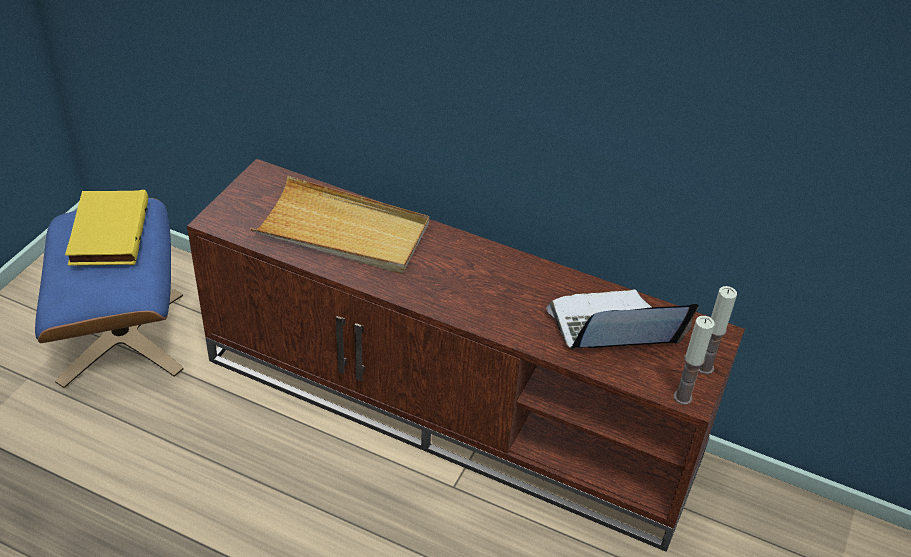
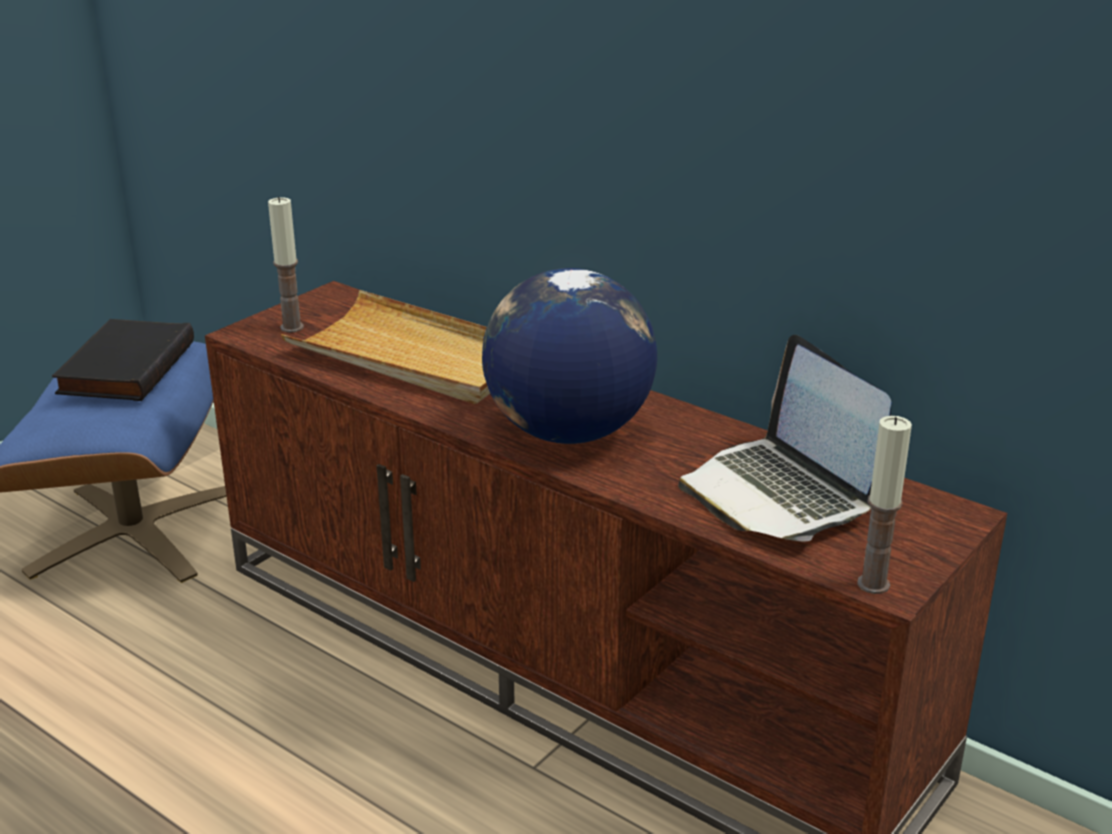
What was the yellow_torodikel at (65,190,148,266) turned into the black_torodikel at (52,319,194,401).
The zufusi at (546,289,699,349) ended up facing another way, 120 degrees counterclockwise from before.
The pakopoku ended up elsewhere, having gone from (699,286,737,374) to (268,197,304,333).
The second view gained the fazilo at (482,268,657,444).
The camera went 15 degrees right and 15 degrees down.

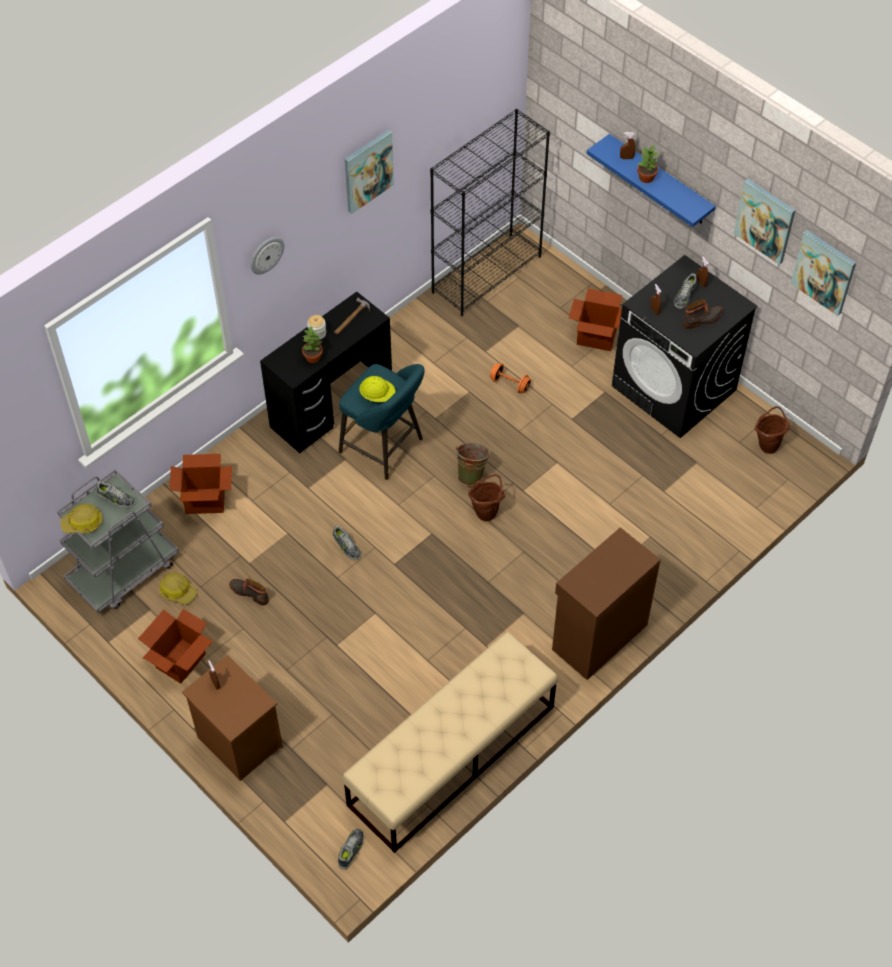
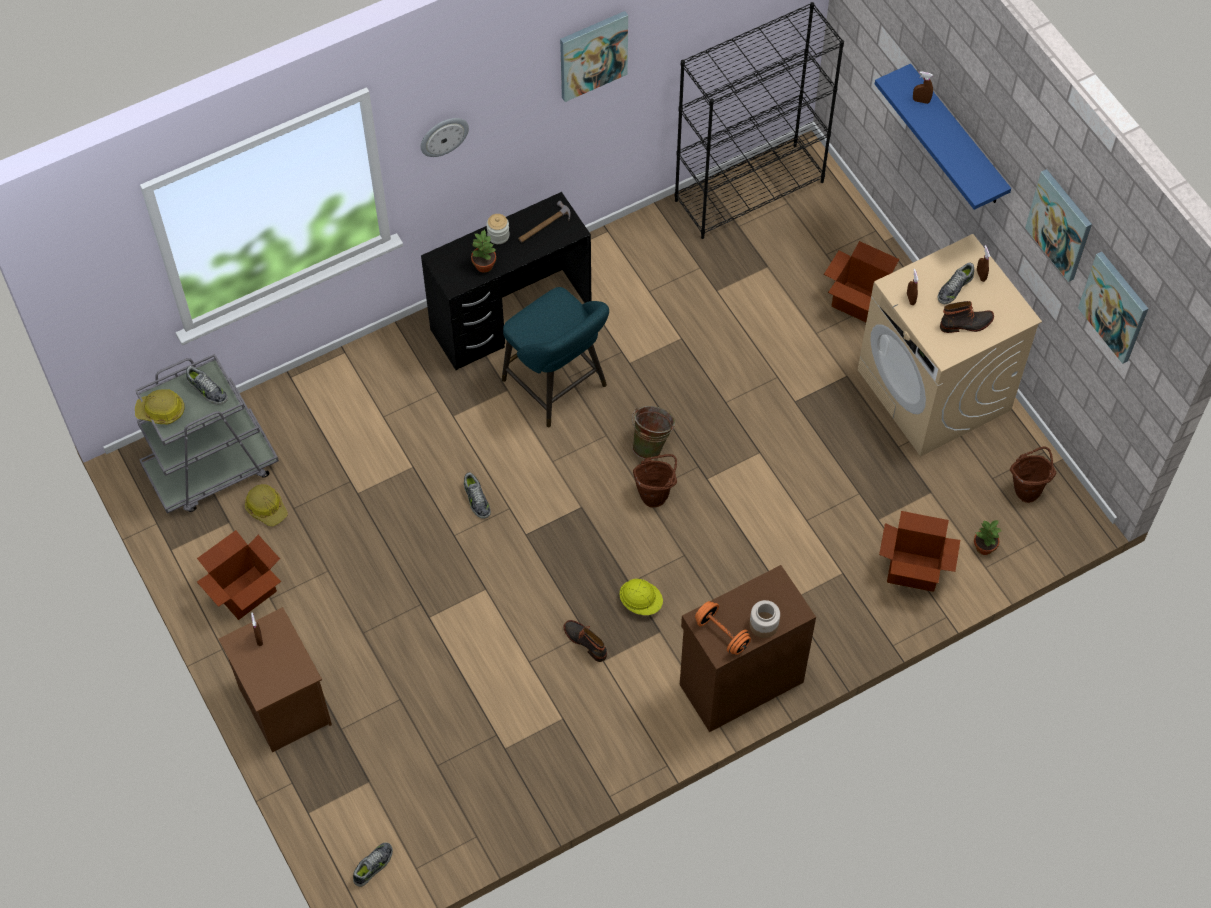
The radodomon ended up elsewhere, having gone from (169,454,232,514) to (879,511,960,592).
The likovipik ended up elsewhere, having gone from (229,579,269,605) to (563,620,607,662).
The second view lost the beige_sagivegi at (342,632,558,853).
The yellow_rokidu ended up elsewhere, having gone from (359,376,396,402) to (620,579,663,615).
The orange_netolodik ended up elsewhere, having gone from (490,363,531,393) to (695,601,751,655).
What was the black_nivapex at (612,255,758,438) turned into the beige_nivapex at (857,234,1042,456).
The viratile ended up elsewhere, having gone from (637,145,659,183) to (974,520,1002,555).
The second view gained the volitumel at (750,600,780,638).
The camera went 15 degrees right and 5 degrees up.

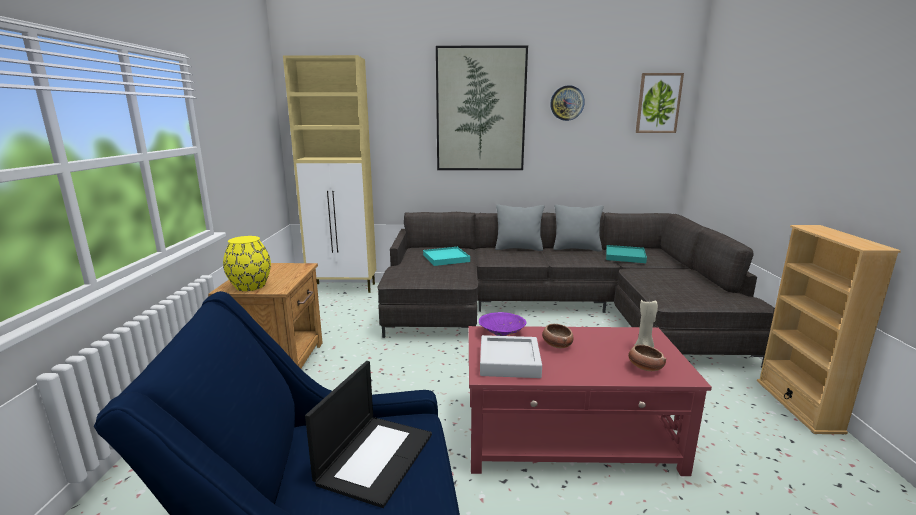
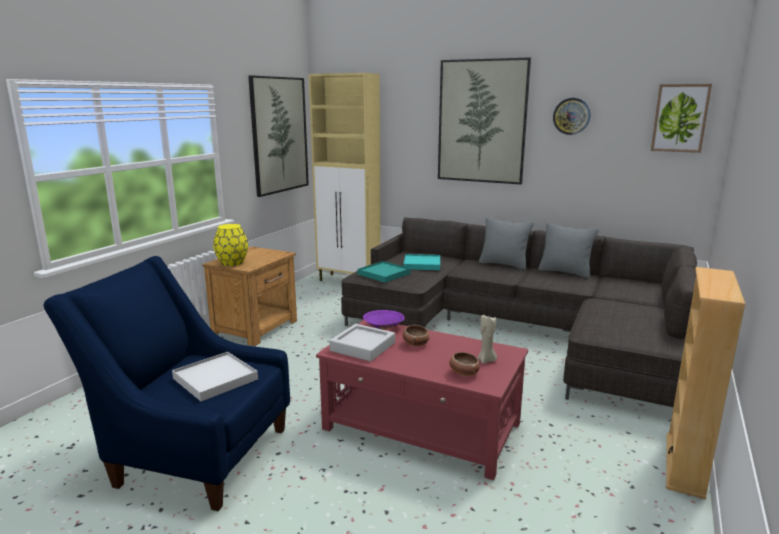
Where the zufusi stood at (305,361,432,508), the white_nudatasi came to stand at (172,352,258,401).
The turquoise_nudatasi ended up elsewhere, having gone from (606,245,647,263) to (357,261,411,283).
The second view gained the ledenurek at (248,75,309,197).
The camera went 25 degrees right and 0 degrees up.

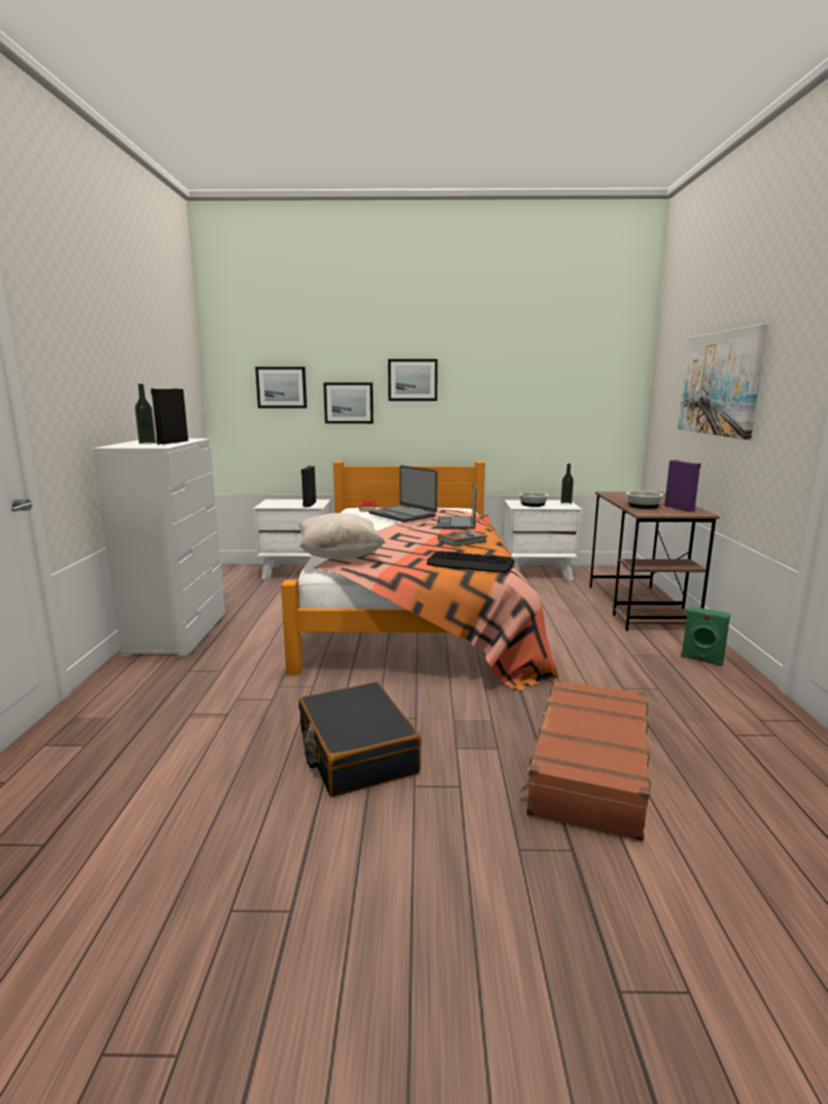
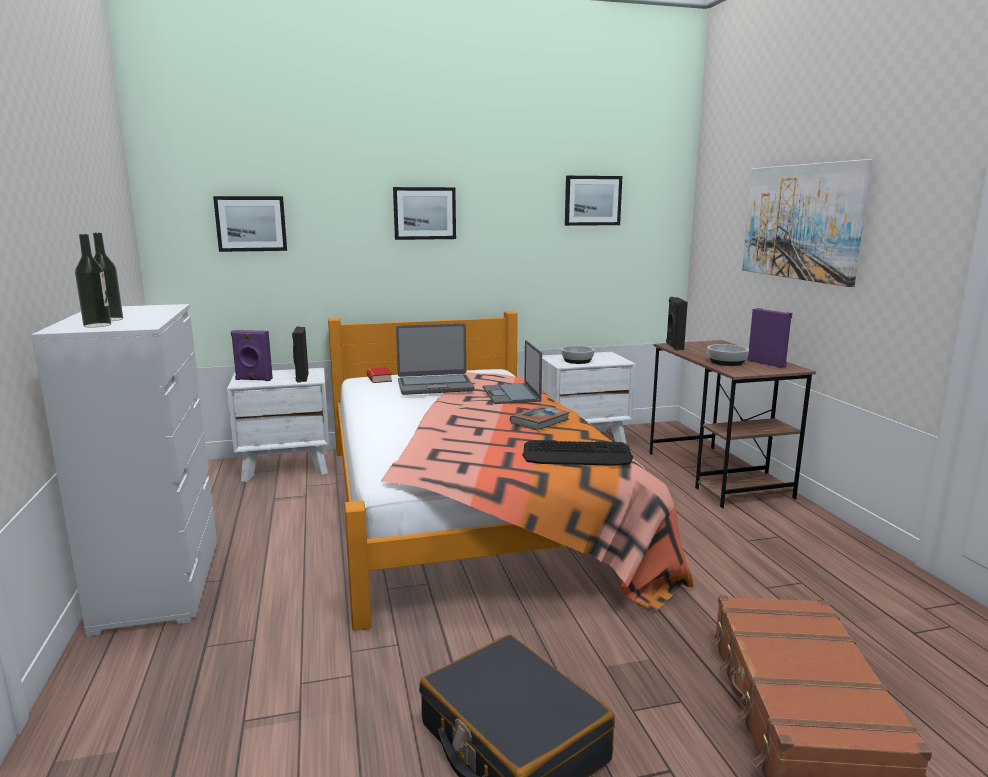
The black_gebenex ended up elsewhere, having gone from (151,389,188,445) to (666,297,688,350).
The second view lost the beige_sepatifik at (299,513,385,560).
The ledenurek ended up elsewhere, having gone from (323,383,373,424) to (565,176,622,226).
The zufusi at (369,465,438,522) ended up facing another way, 45 degrees counterclockwise from before.
The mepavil ended up elsewhere, having gone from (561,464,574,505) to (75,234,111,328).
The second view lost the green_gebenex at (681,606,731,666).
The second view gained the purple_gebenex at (231,330,273,381).
The camera went 15 degrees left and 0 degrees up.

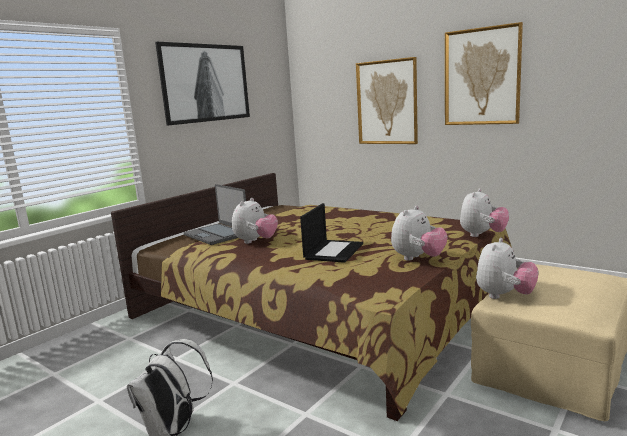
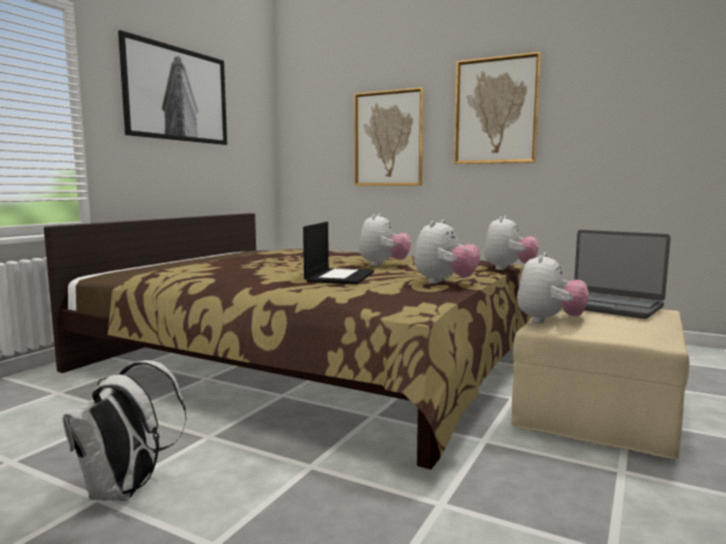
The zufusi ended up elsewhere, having gone from (184,184,246,245) to (574,230,671,319).
The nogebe ended up elsewhere, having gone from (232,198,278,244) to (359,213,411,266).
The camera went 10 degrees left and 5 degrees down.

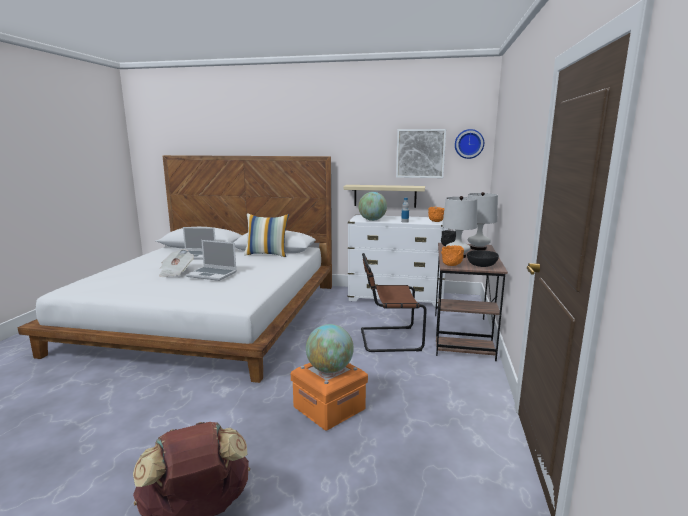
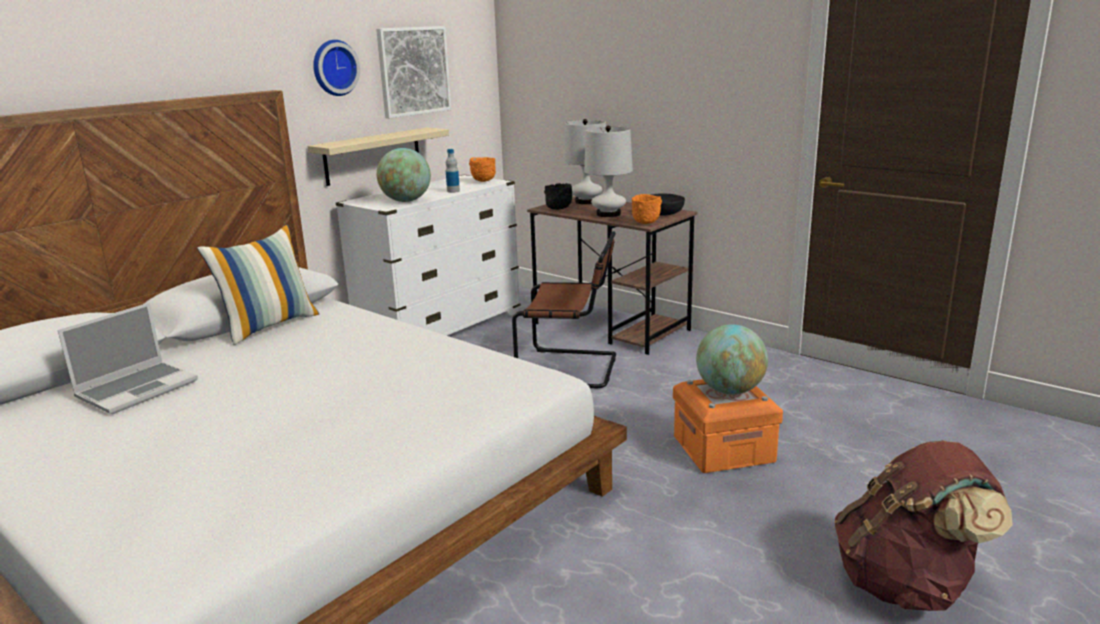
The second view lost the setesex at (159,249,194,277).
The second view lost the zufusi at (186,240,237,281).
The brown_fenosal at (361,253,427,352) ended up facing another way, 105 degrees counterclockwise from before.
The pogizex ended up elsewhere, having gone from (455,129,484,159) to (313,40,360,96).
The camera went 60 degrees left and 5 degrees up.

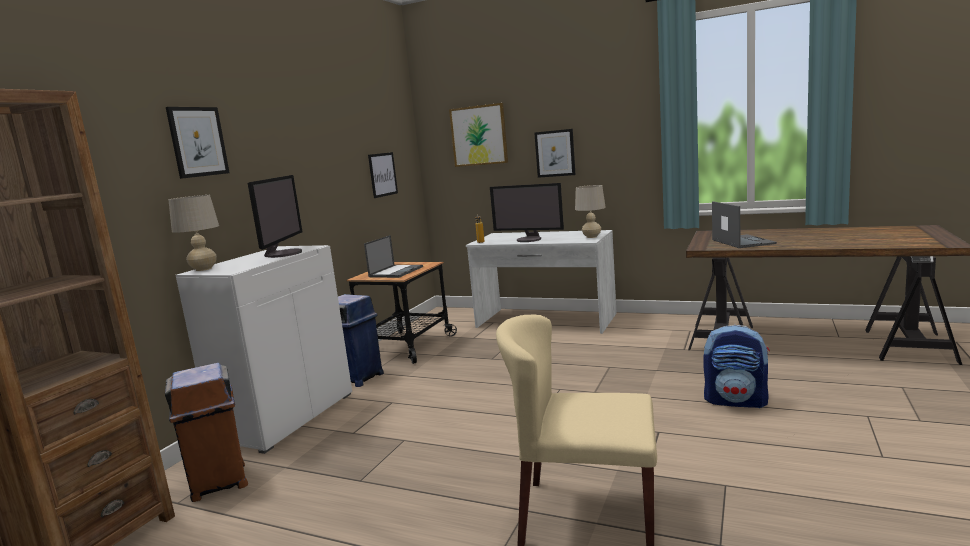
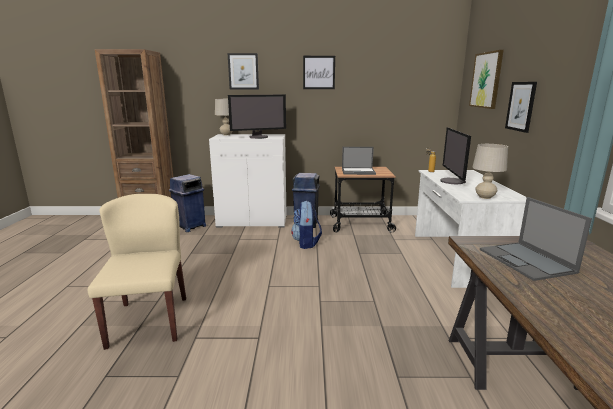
What was the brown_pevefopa at (165,363,248,502) turned into the blue_pevefopa at (169,174,206,232).
The ledenurek ended up elsewhere, having gone from (368,152,398,198) to (303,56,335,89).
The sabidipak ended up elsewhere, having gone from (703,325,770,408) to (291,201,322,249).
The zufusi at (712,201,777,248) ended up facing another way, 105 degrees clockwise from before.
The camera went 65 degrees right and 5 degrees up.

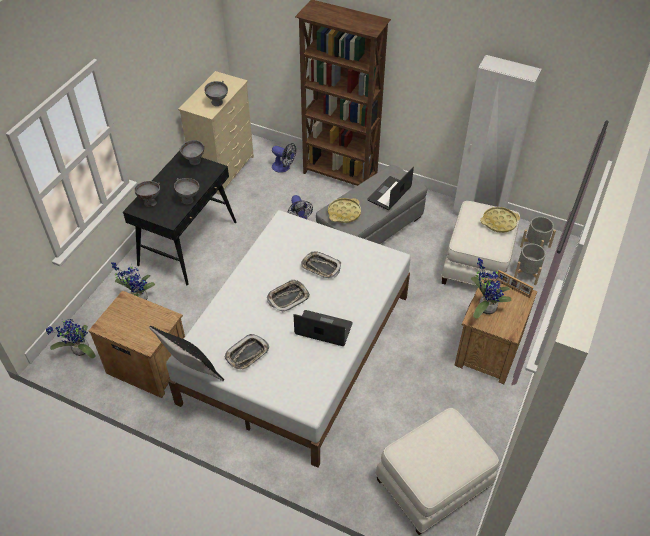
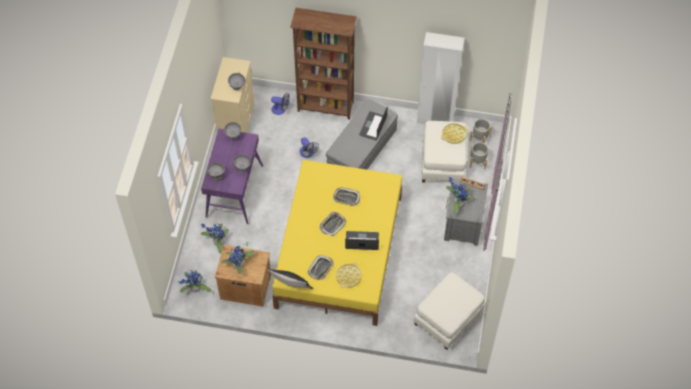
What was the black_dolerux at (123,151,237,285) turned into the purple_dolerux at (201,128,263,224).
What was the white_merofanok at (166,210,411,468) turned into the yellow_merofanok at (272,160,402,326).
The yellow_nudatasi ended up elsewhere, having gone from (328,198,361,223) to (336,263,362,288).
What was the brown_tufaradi at (454,276,537,384) turned into the grey_tufaradi at (444,179,488,246).
The second view gained the viratile at (221,242,255,274).
The camera went 15 degrees left and 10 degrees up.

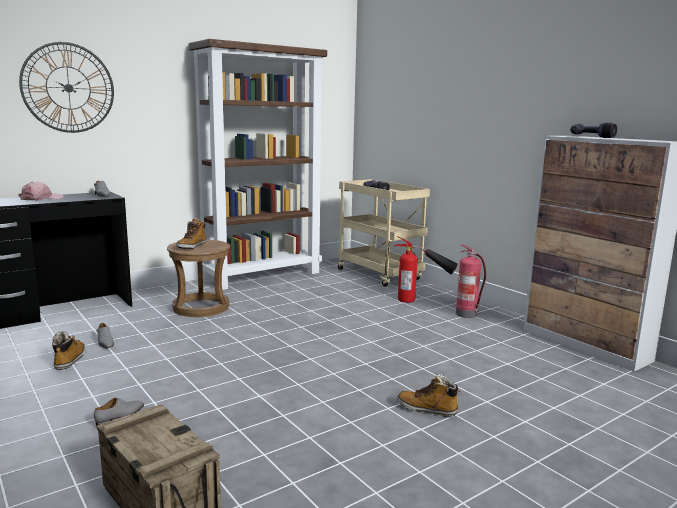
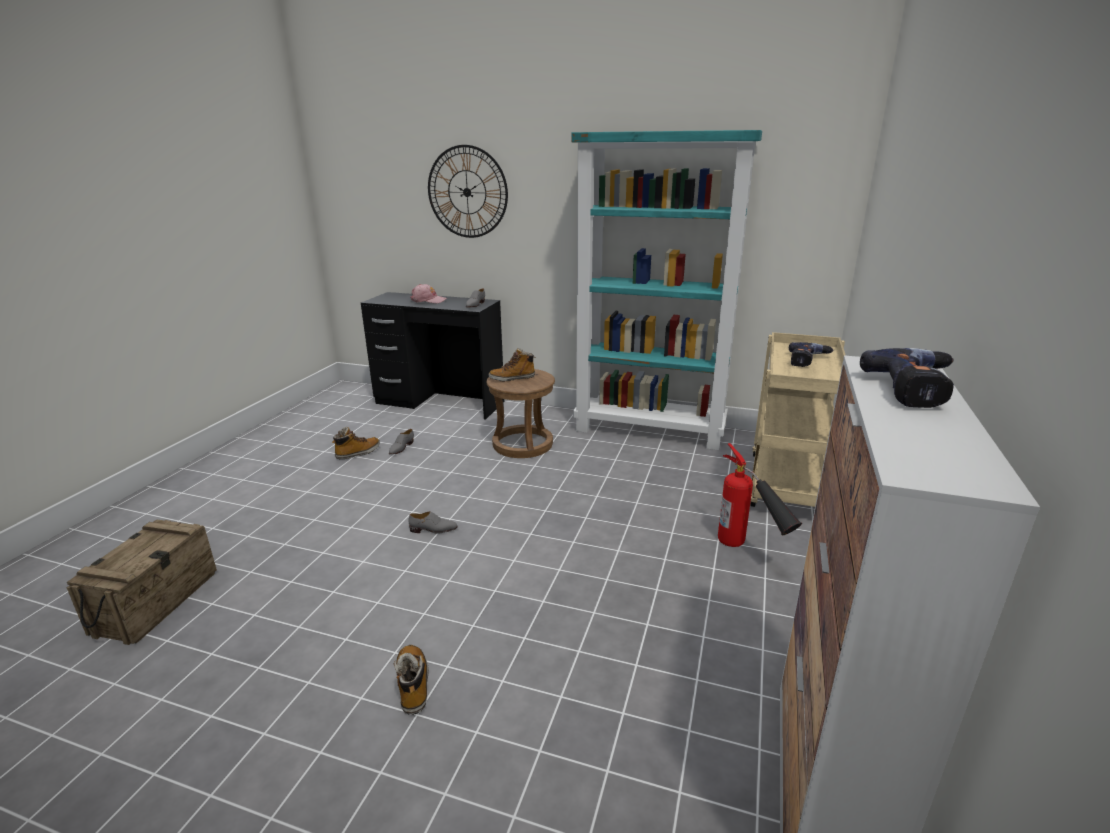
The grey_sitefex ended up elsewhere, having gone from (94,398,144,426) to (408,511,457,534).
What was the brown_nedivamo at (188,39,327,290) turned into the turquoise_nedivamo at (572,130,762,450).
The second view lost the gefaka at (456,244,486,318).
The camera went 55 degrees right and 10 degrees up.

